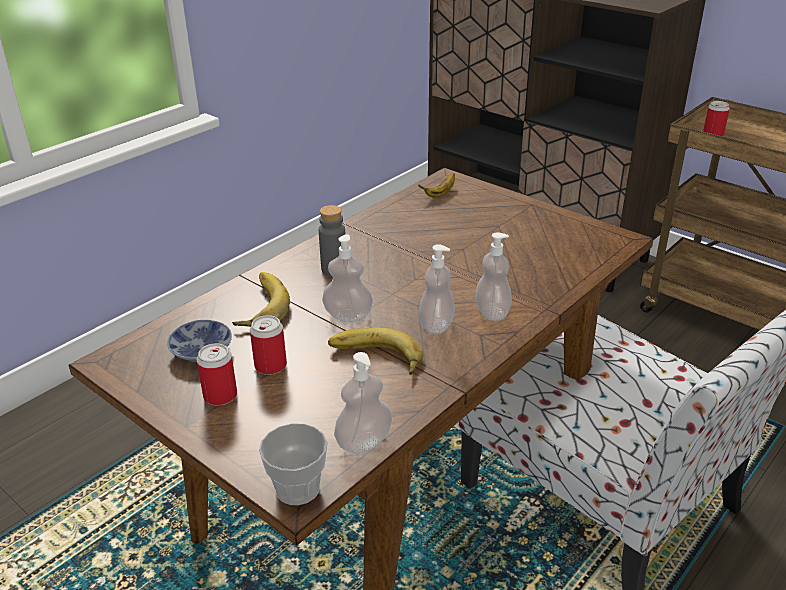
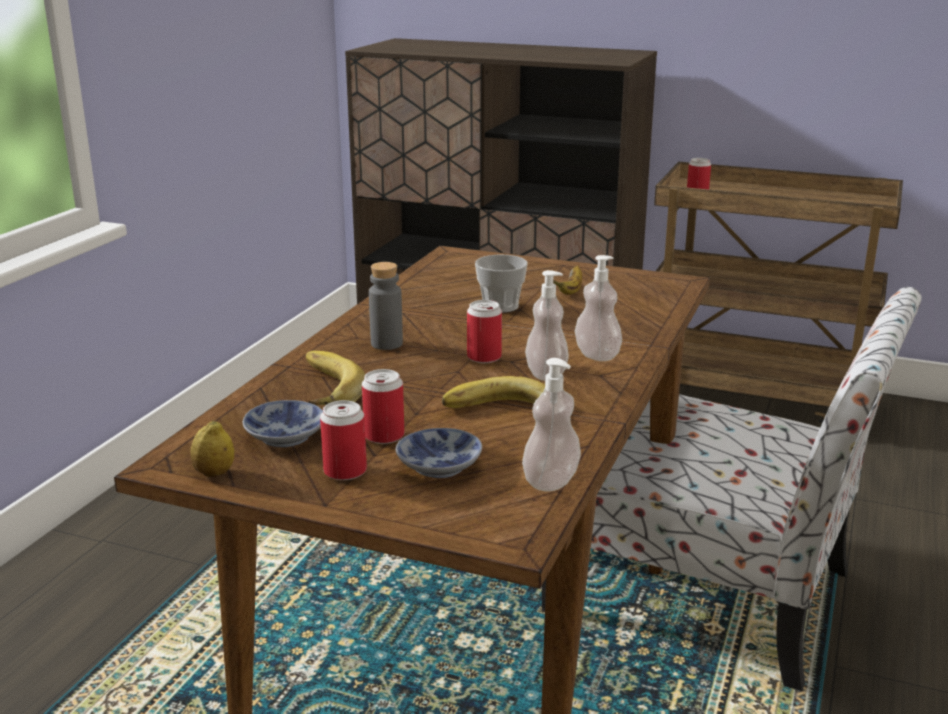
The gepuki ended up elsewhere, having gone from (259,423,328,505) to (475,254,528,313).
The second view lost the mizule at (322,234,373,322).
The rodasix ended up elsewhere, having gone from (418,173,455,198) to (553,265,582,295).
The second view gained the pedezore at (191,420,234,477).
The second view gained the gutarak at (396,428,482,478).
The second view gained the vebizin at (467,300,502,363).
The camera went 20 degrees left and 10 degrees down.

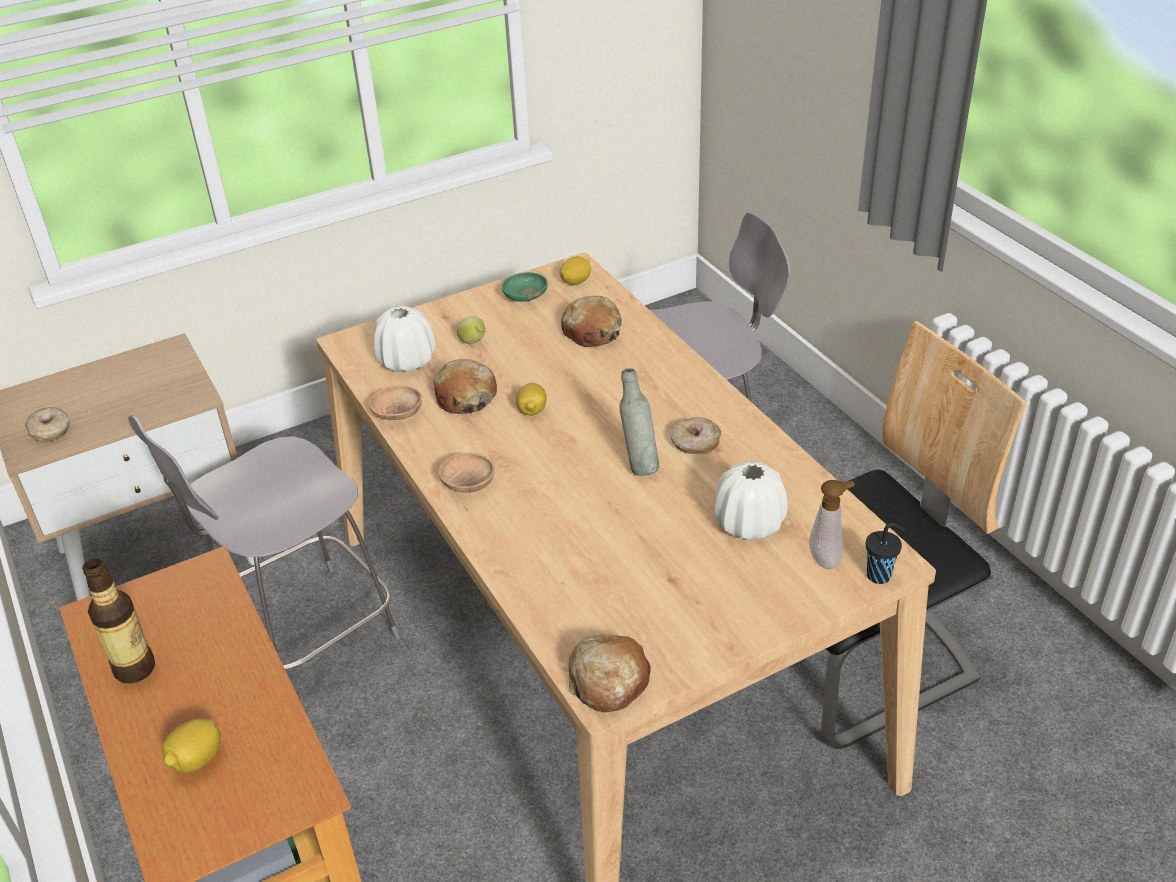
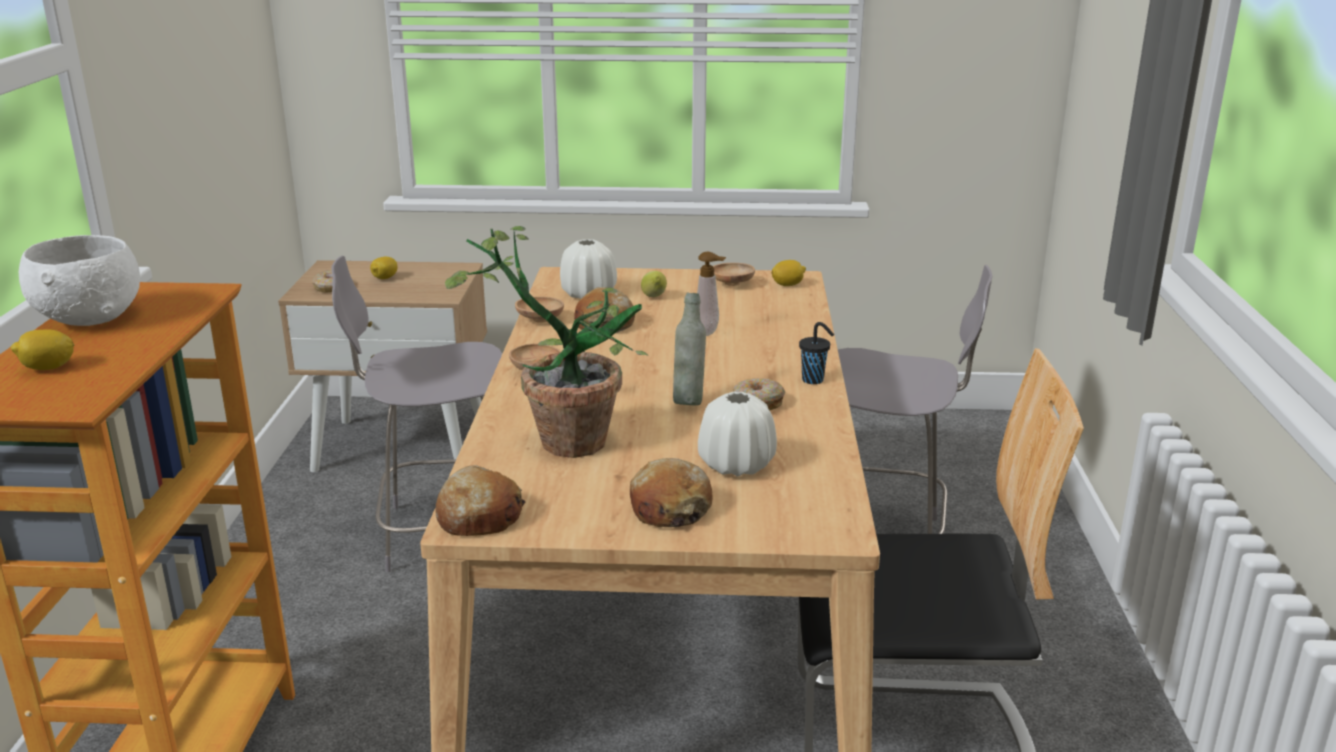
Where the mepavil stood at (82,558,155,684), the white_gutarak came to stand at (19,235,140,326).
What was the green_gutarak at (502,272,548,302) turned into the brown_gutarak at (713,263,755,286).
The pedezore ended up elsewhere, having gone from (516,383,546,416) to (370,257,398,279).
The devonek ended up elsewhere, having gone from (561,296,622,347) to (630,458,713,527).
The mizule ended up elsewhere, having gone from (809,480,855,569) to (697,252,726,336).
The black_gepuki ended up elsewhere, having gone from (866,522,905,584) to (799,322,834,384).
The second view gained the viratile at (445,226,649,458).
The camera went 30 degrees right and 15 degrees down.

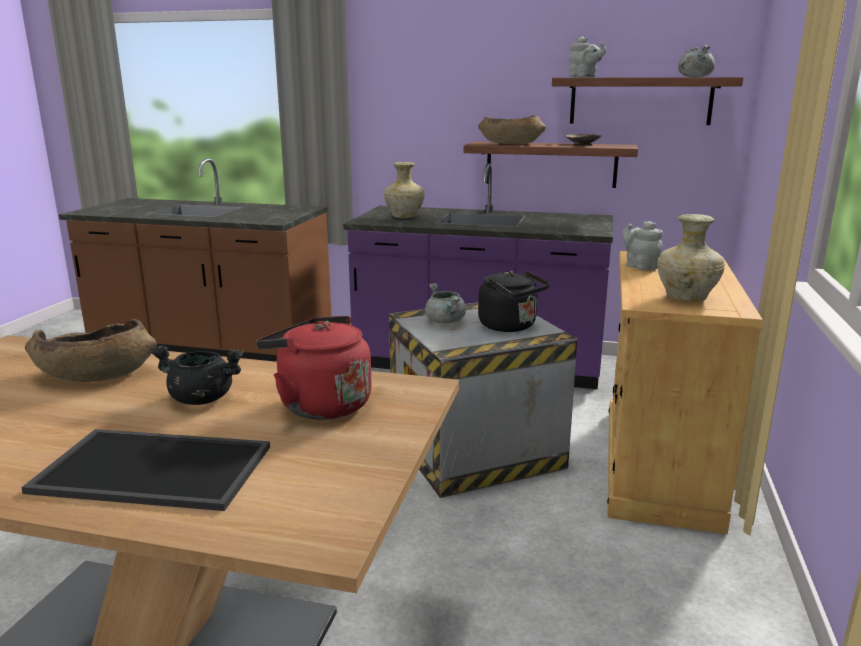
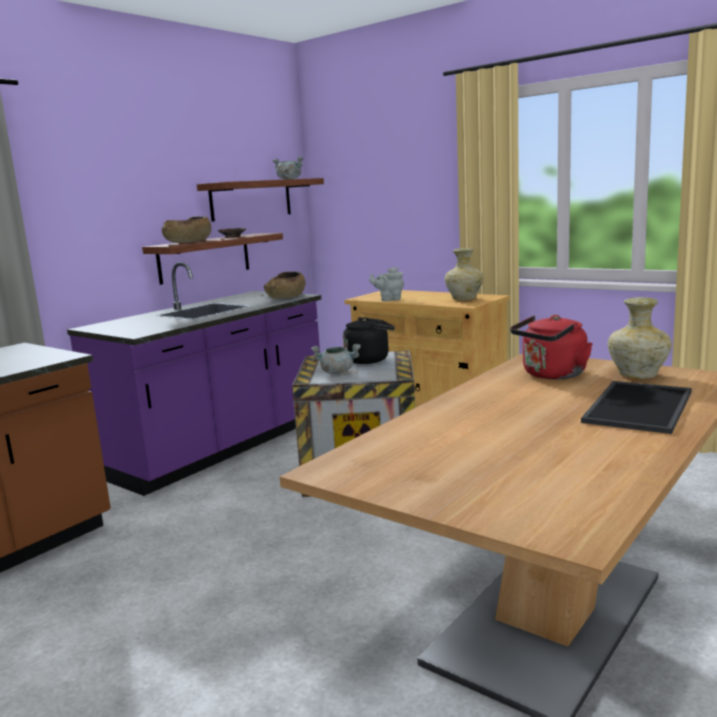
The brown_gutarak ended up elsewhere, having gone from (25,319,157,382) to (264,271,306,299).
The second view lost the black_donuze at (150,346,244,405).
The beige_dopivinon ended up elsewhere, having gone from (384,162,425,218) to (608,297,672,379).
The second view lost the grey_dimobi at (568,36,606,77).
The camera went 65 degrees left and 5 degrees down.

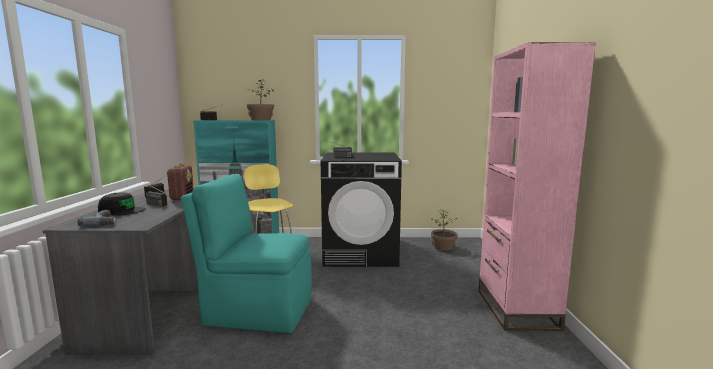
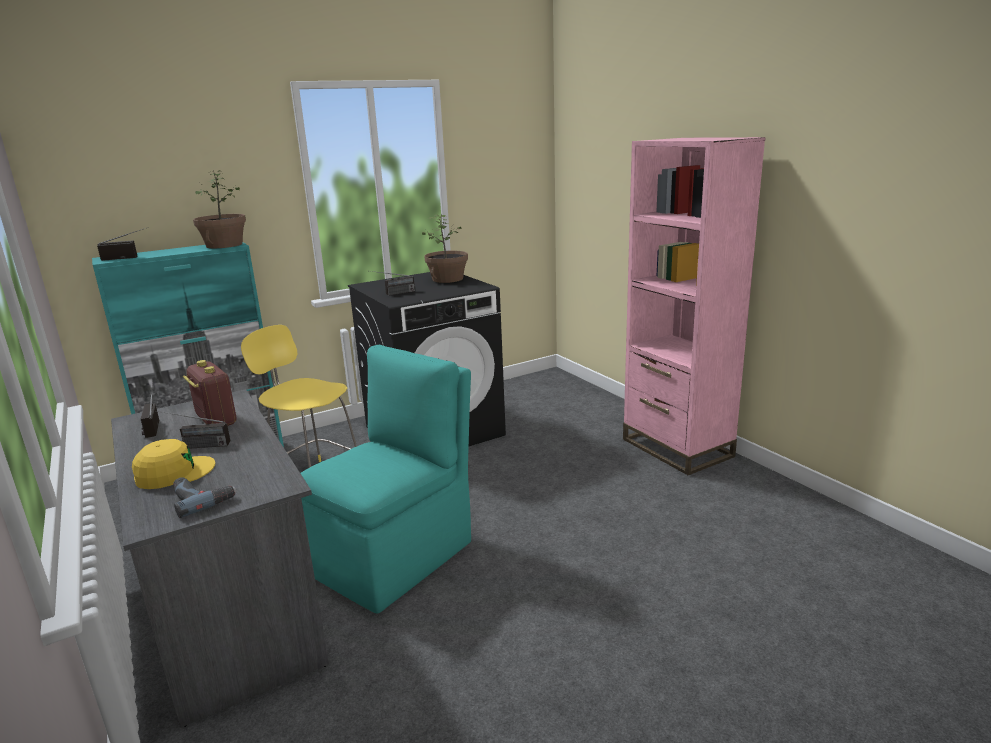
What was the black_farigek at (98,192,145,215) turned into the yellow_farigek at (132,439,215,489).
The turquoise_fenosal at (181,174,312,333) ended up facing another way, 150 degrees clockwise from before.
The viratile ended up elsewhere, having gone from (431,209,458,251) to (422,214,468,283).
The camera went 30 degrees left and 10 degrees up.

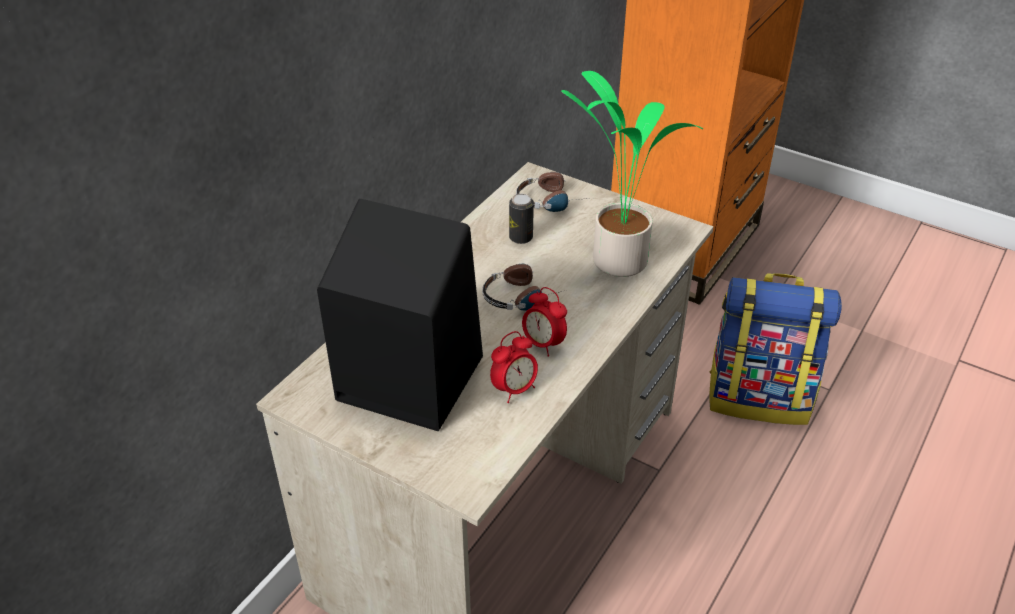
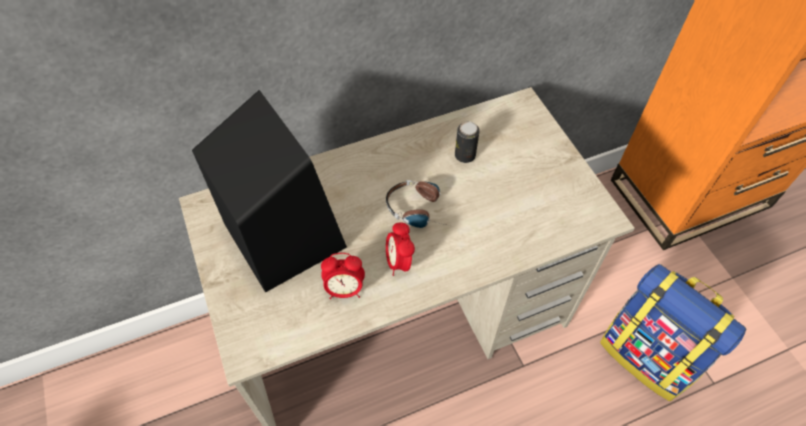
The second view lost the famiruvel at (516,172,588,212).
The second view lost the viratile at (561,71,703,277).
The camera went 35 degrees right and 15 degrees up.

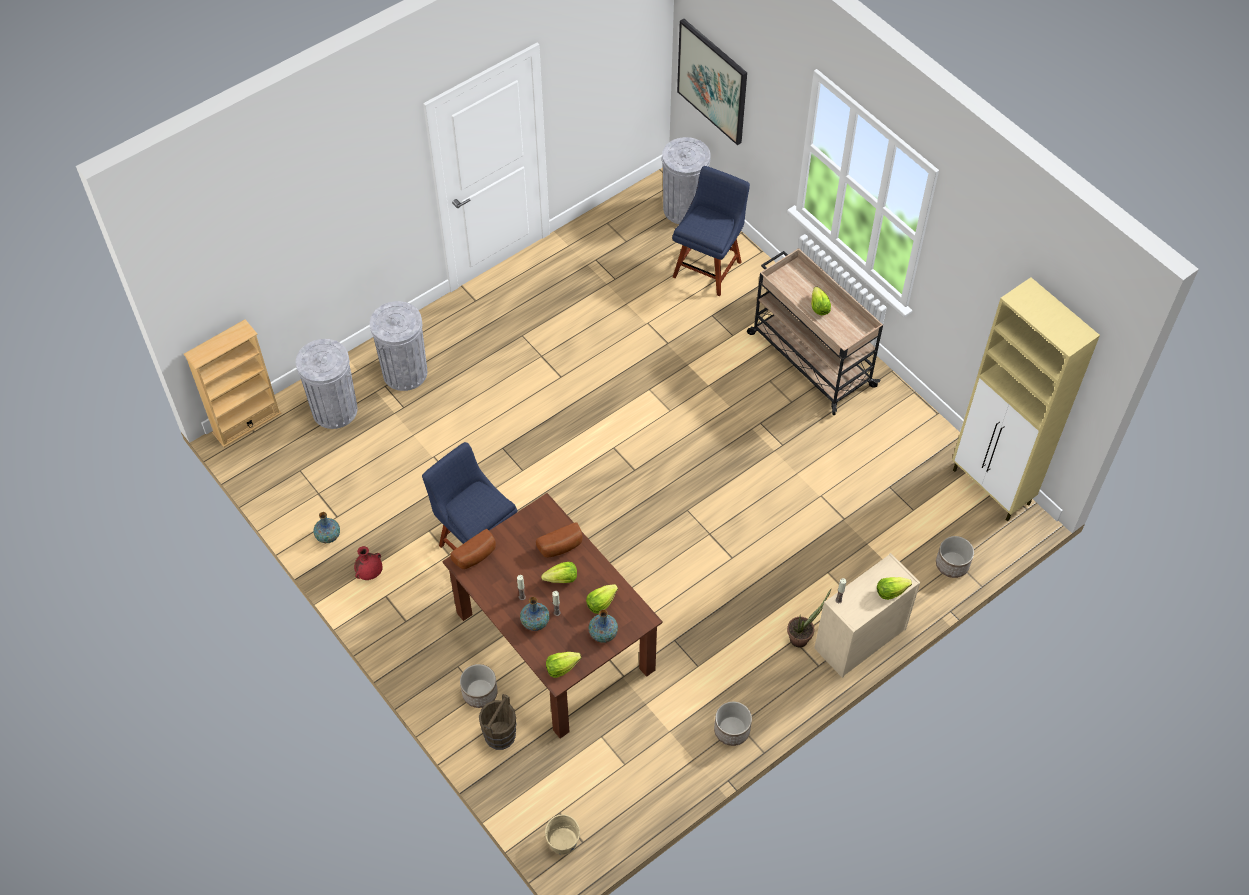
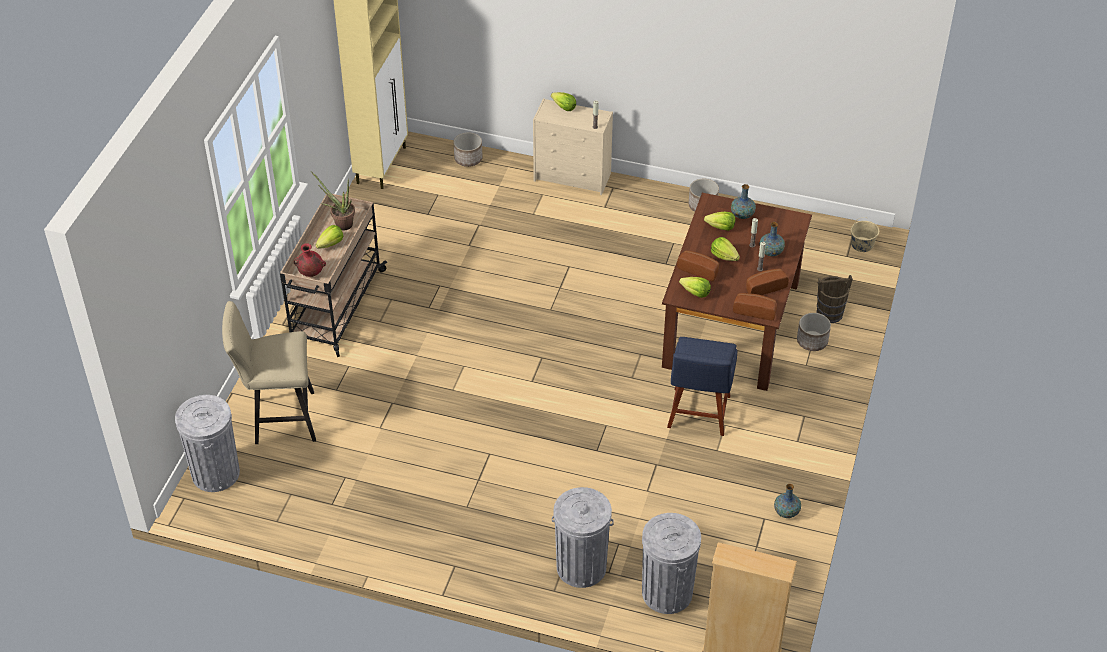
The red_dopivinon ended up elsewhere, having gone from (354,546,382,580) to (294,243,326,277).
The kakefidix ended up elsewhere, having gone from (546,652,581,678) to (679,277,711,298).
Where the blue_fenosal stood at (672,166,750,296), the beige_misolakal came to stand at (222,301,316,444).
The second view lost the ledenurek at (677,19,747,145).
The viratile ended up elsewhere, having gone from (787,589,831,648) to (311,172,355,230).
The second view gained the devonek at (746,269,789,295).
The camera went 125 degrees left and 10 degrees down.

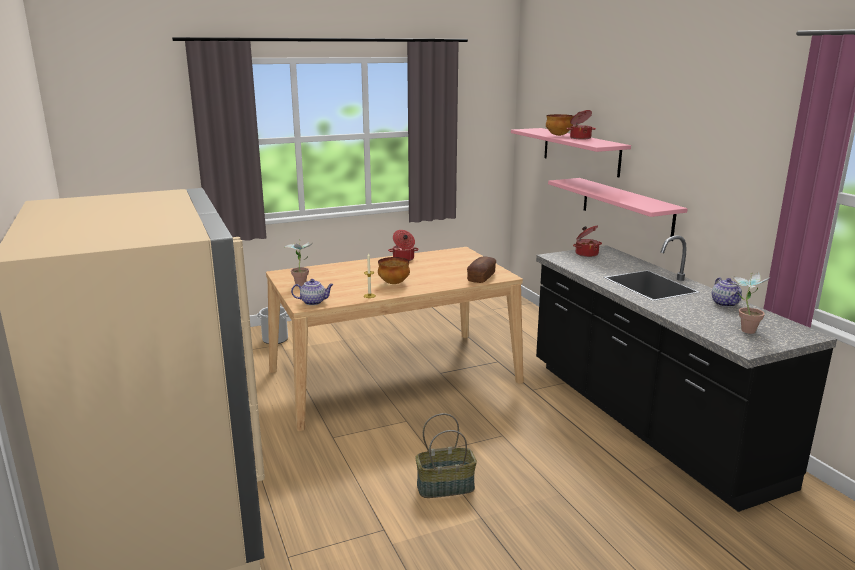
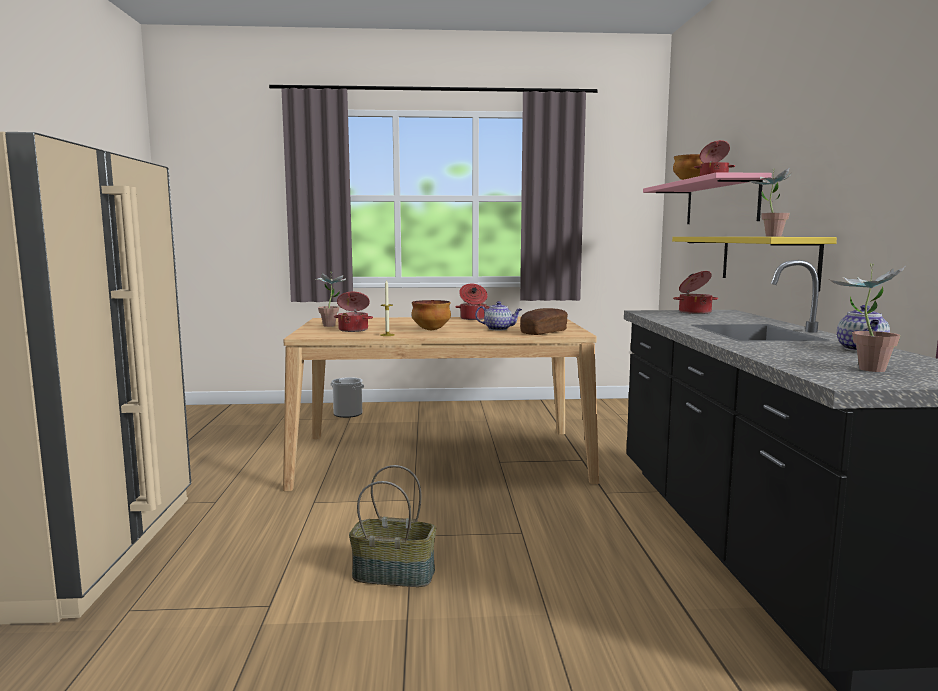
The dimobi ended up elsewhere, having gone from (291,279,334,305) to (475,301,522,330).
What was the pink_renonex at (548,178,688,241) turned into the yellow_renonex at (672,237,837,291).
The second view gained the donuze at (334,292,373,332).
The second view gained the viratile at (748,167,792,237).
The camera went 20 degrees right and 10 degrees down.

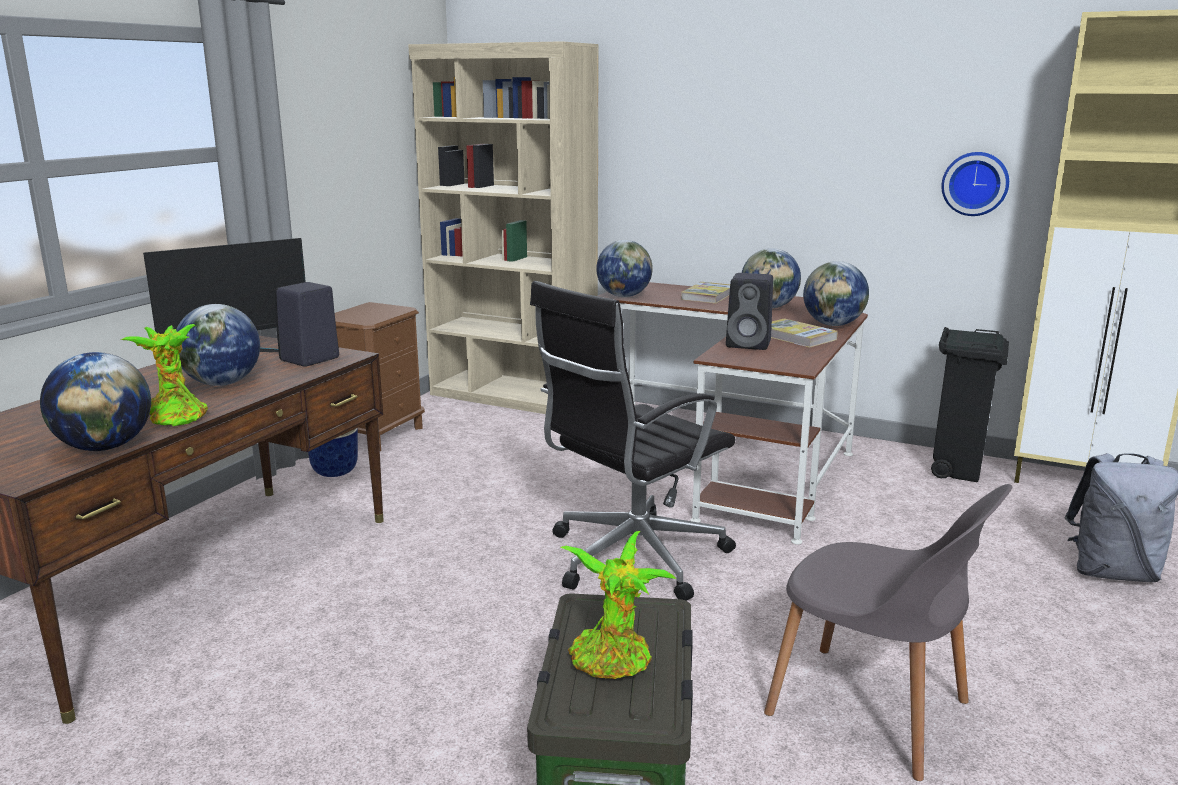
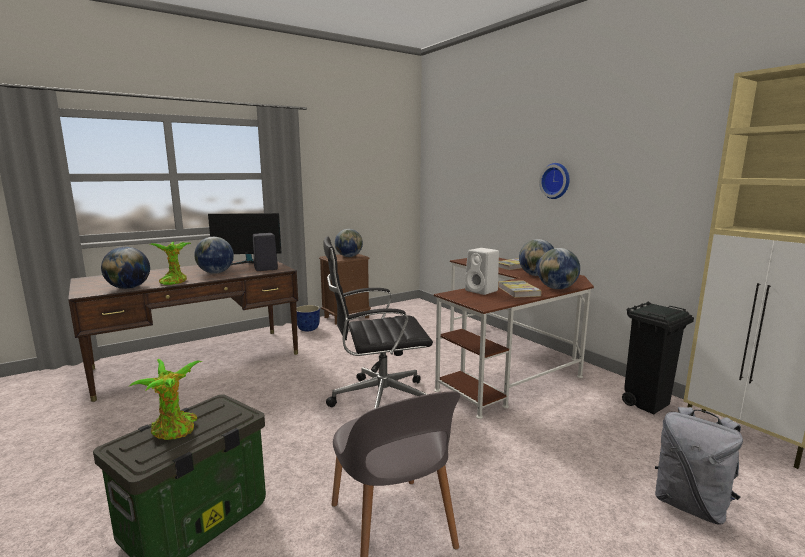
The second view lost the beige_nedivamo at (408,41,599,414).
The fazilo ended up elsewhere, having gone from (596,240,653,297) to (335,229,363,257).
What was the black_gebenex at (726,273,773,350) turned into the white_gebenex at (465,248,499,295).
The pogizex ended up elsewhere, having gone from (941,152,1009,216) to (539,163,570,199).
The camera went 30 degrees right and 5 degrees down.

